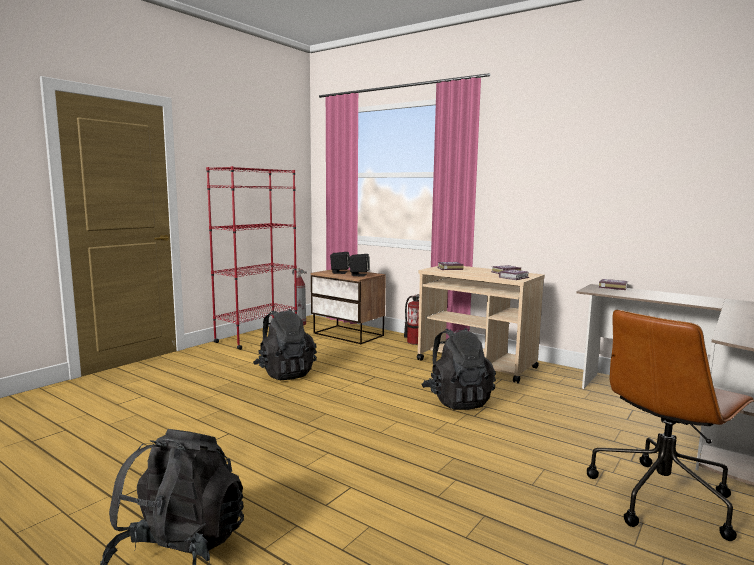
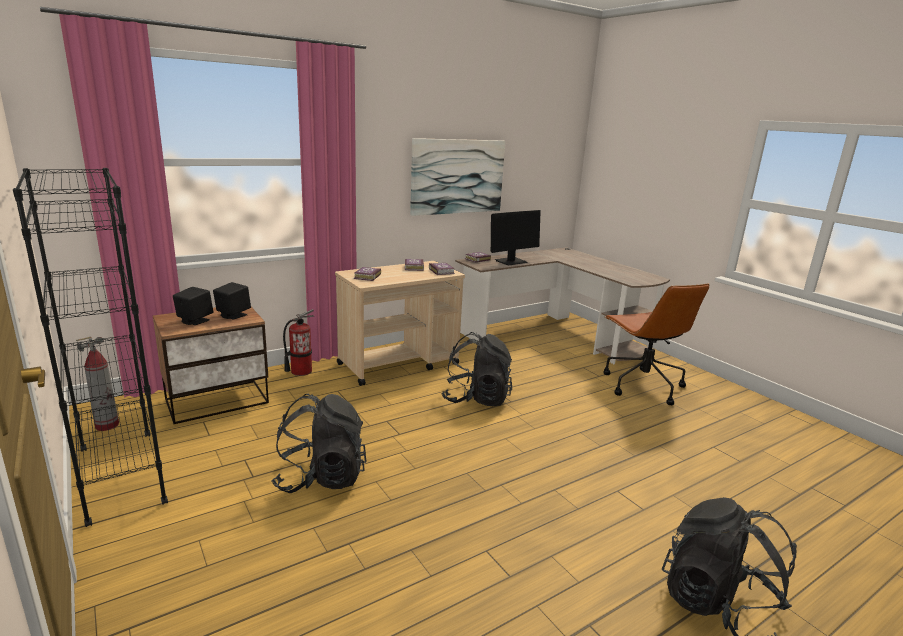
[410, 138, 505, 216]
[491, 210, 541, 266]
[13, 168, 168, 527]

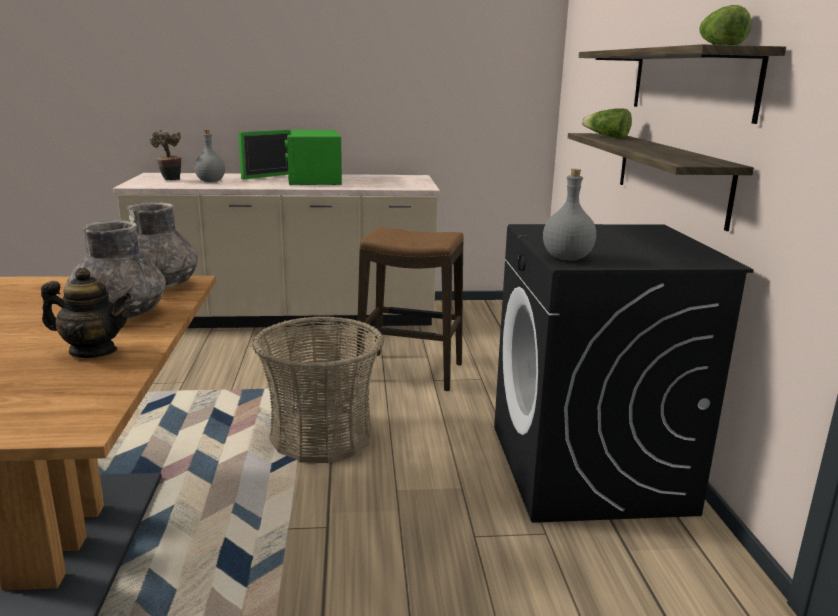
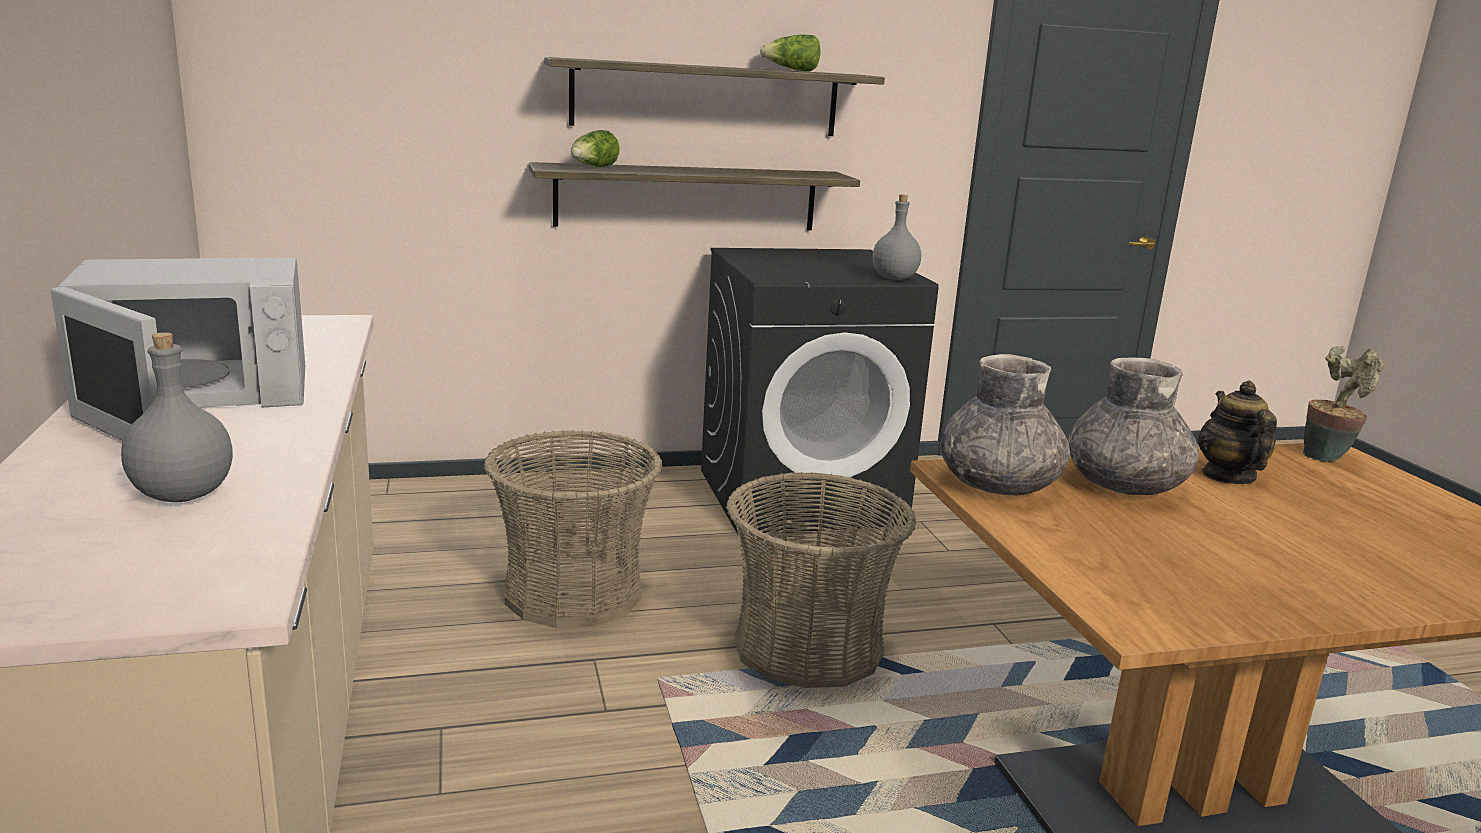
[1303, 346, 1384, 462]
[484, 429, 662, 628]
[50, 257, 305, 441]

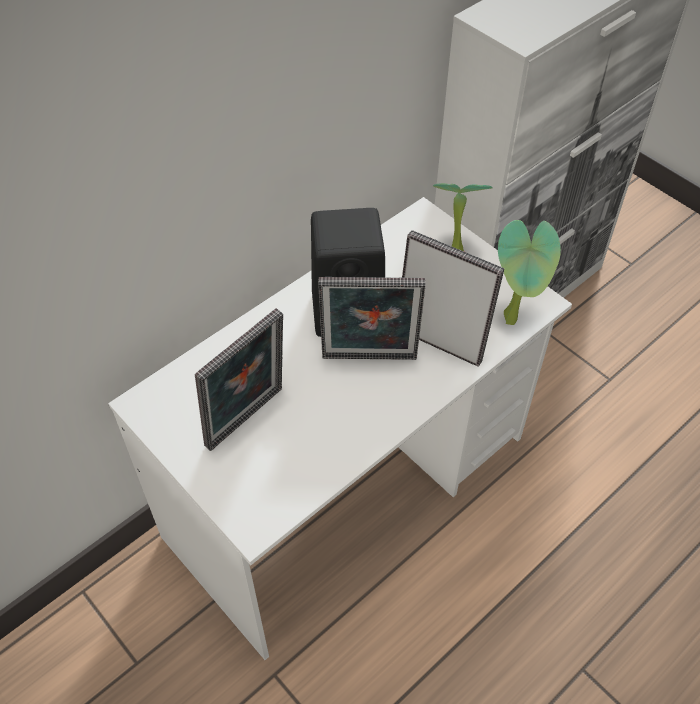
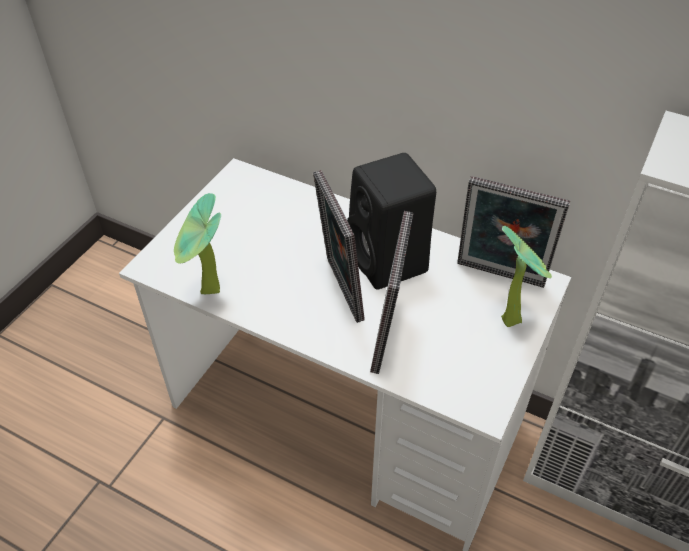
[457, 176, 570, 288]
[174, 193, 221, 294]

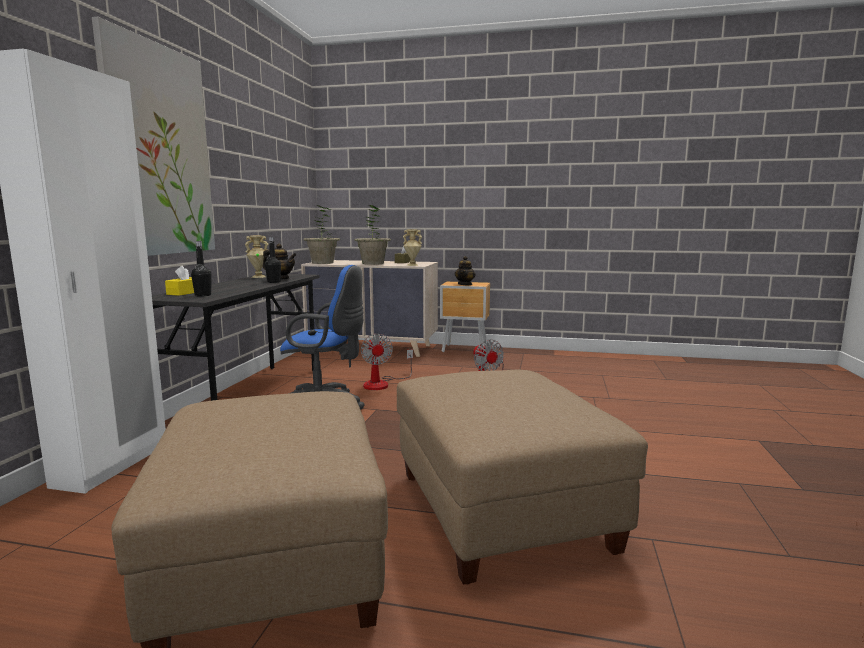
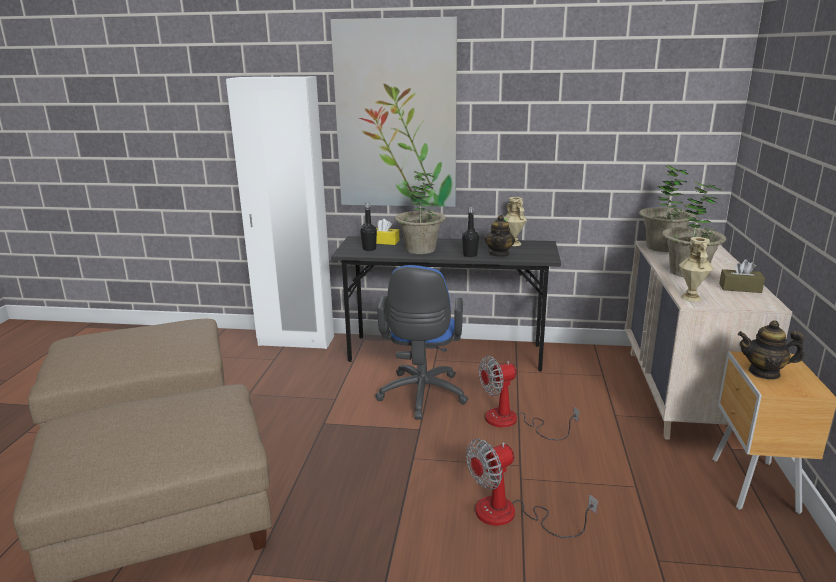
[395, 171, 446, 254]

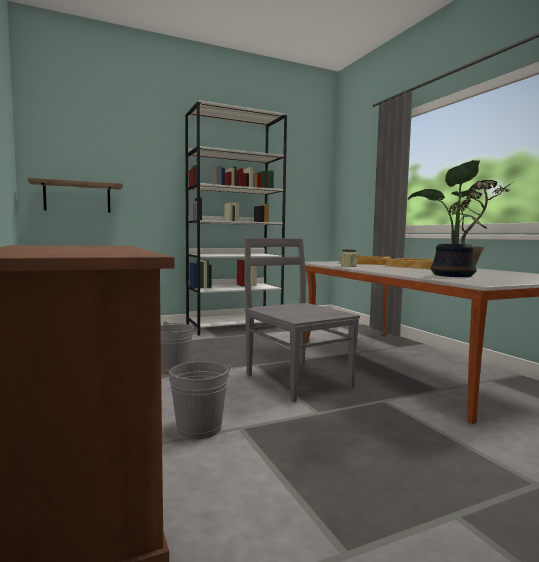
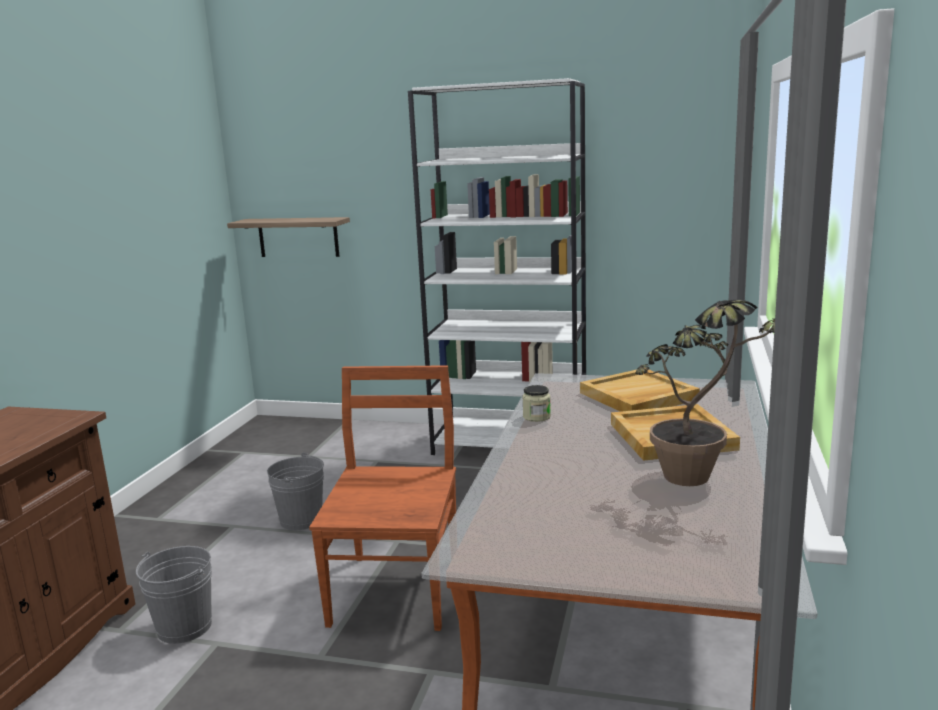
[408, 160, 487, 277] (first image)
[309, 365, 456, 631]

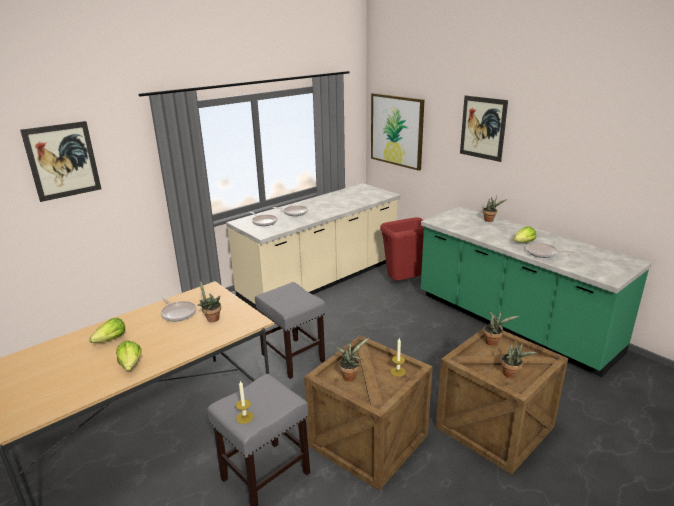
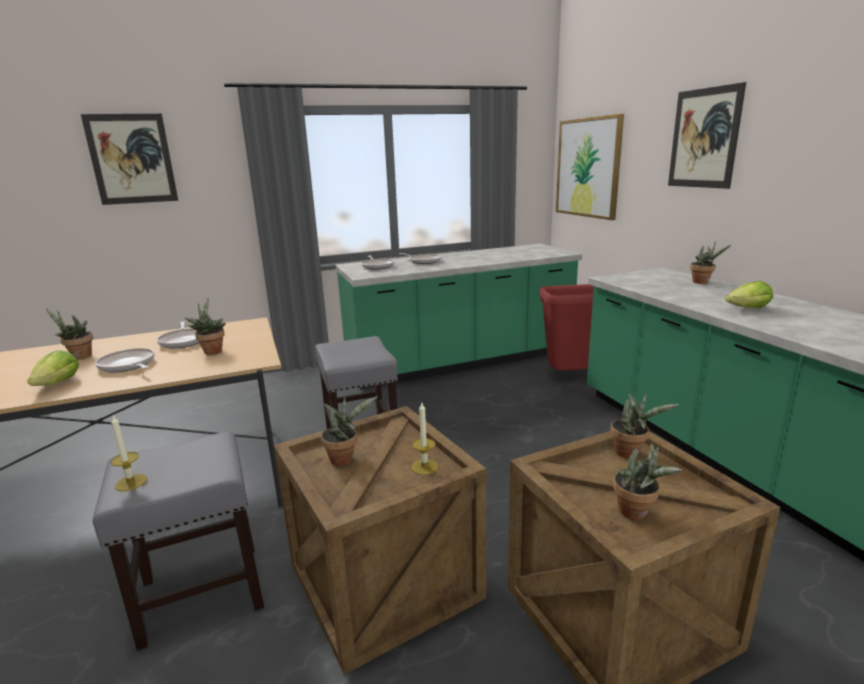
[95, 348, 155, 373]
[46, 308, 93, 359]
[335, 244, 582, 389]

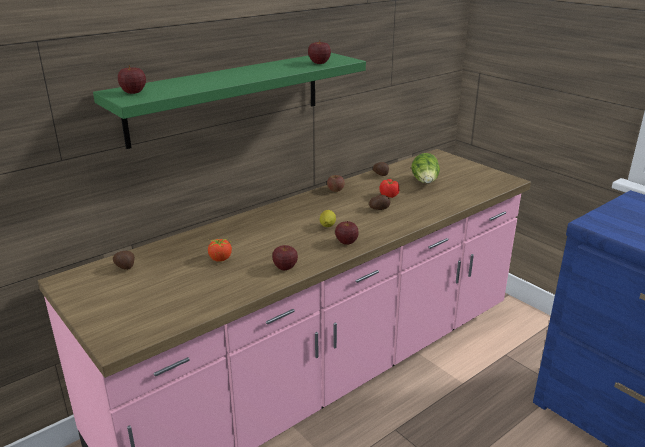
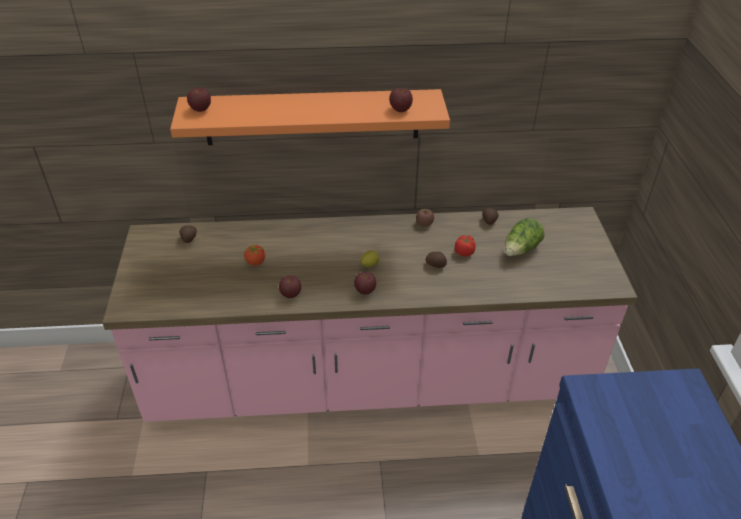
[170, 89, 450, 145]

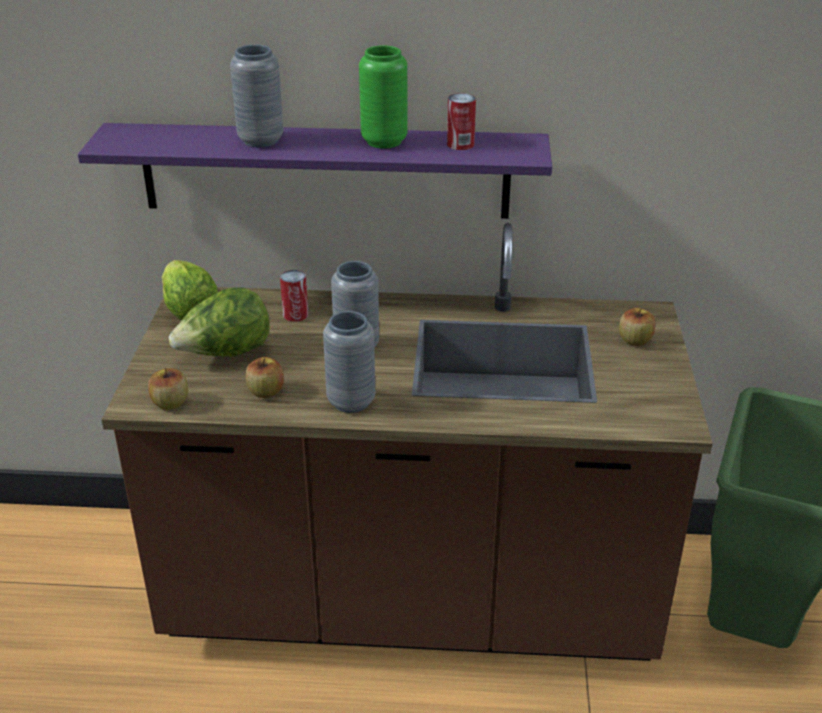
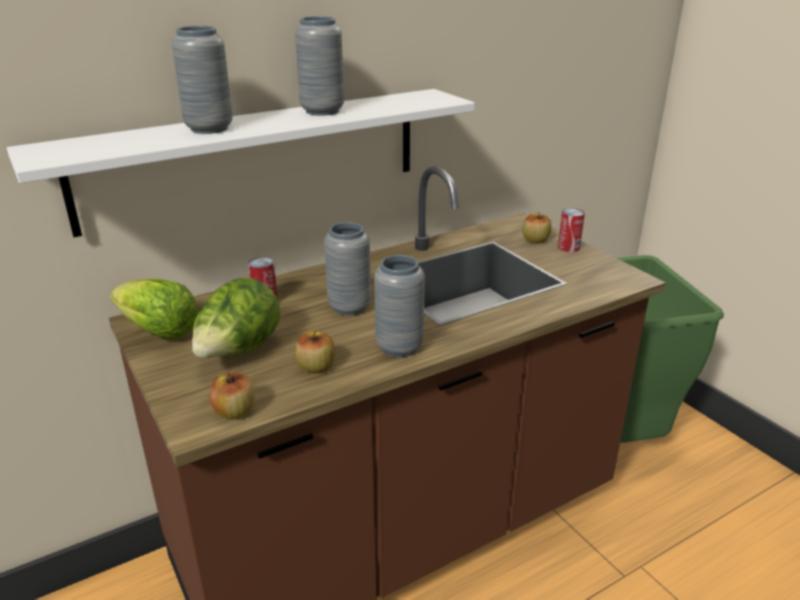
[558, 208, 585, 252]
[7, 89, 475, 237]
[295, 16, 344, 116]

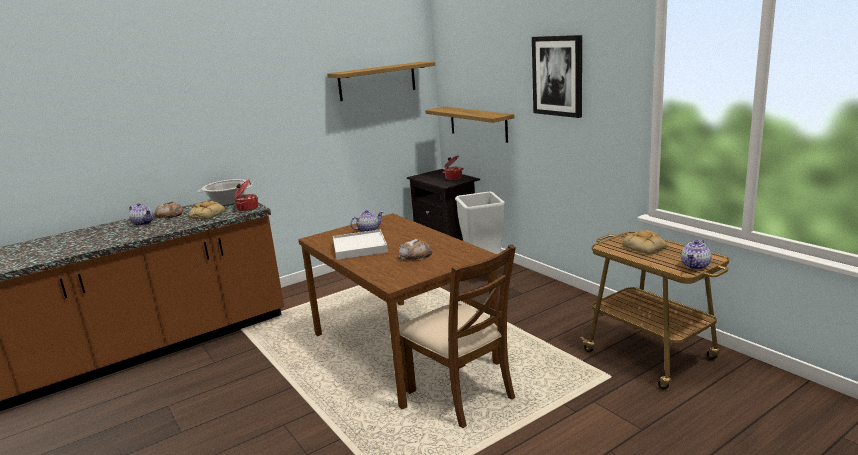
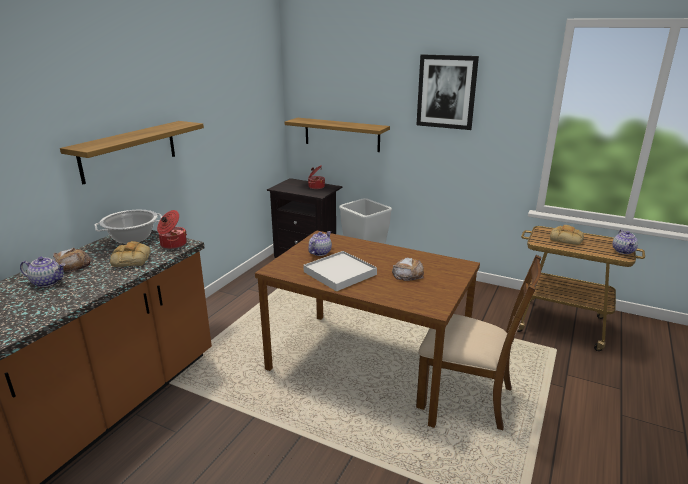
[60, 121, 204, 184]

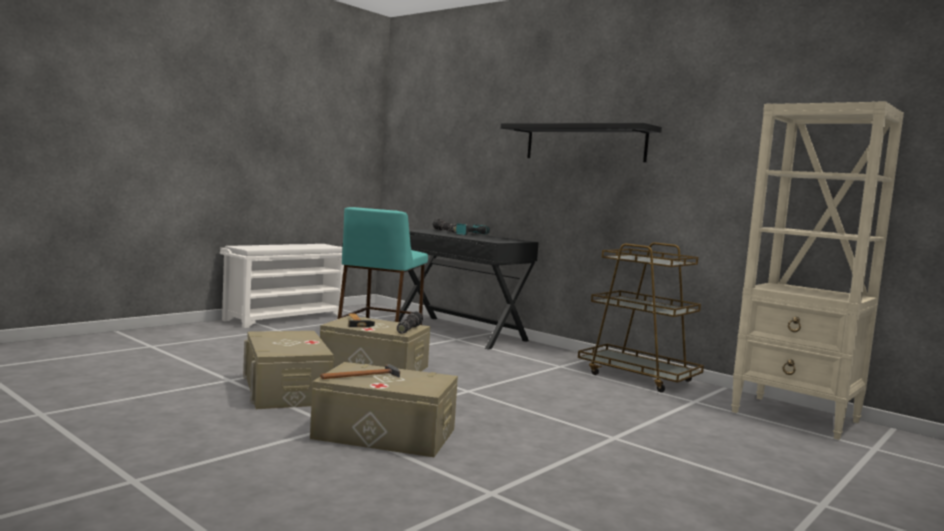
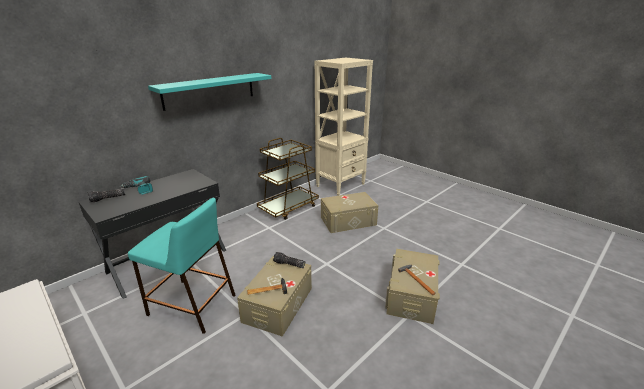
[321, 192, 378, 233]
[148, 73, 271, 111]

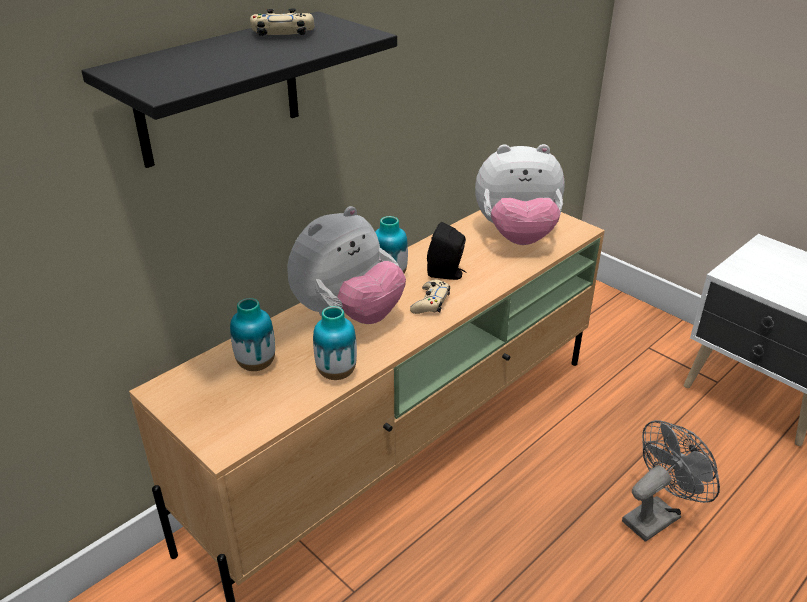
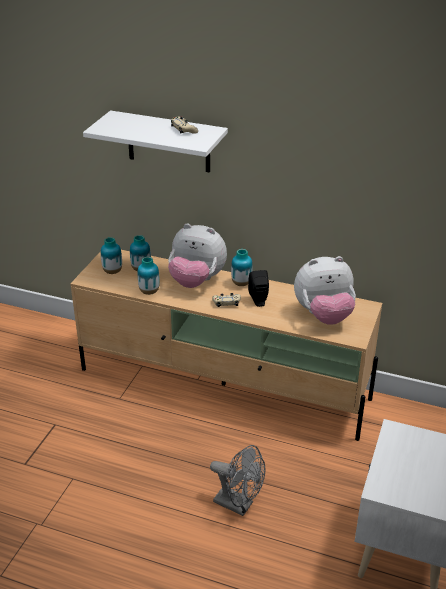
[101, 237, 122, 274]
[83, 110, 228, 172]
[294, 256, 356, 325]

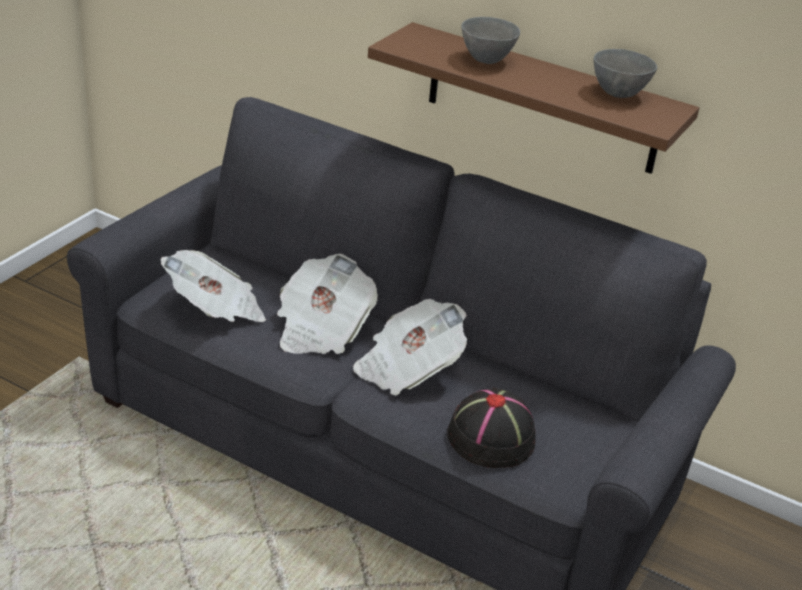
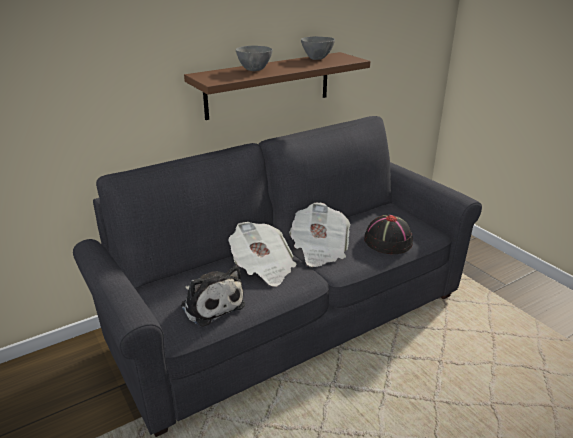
[181, 266, 245, 327]

